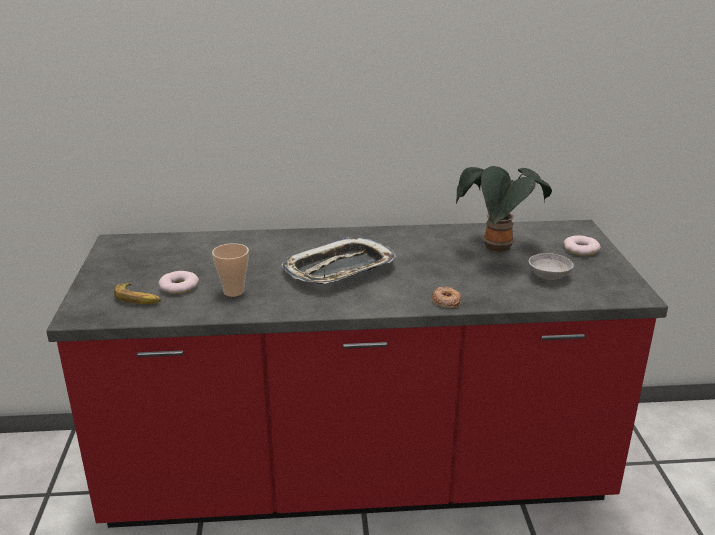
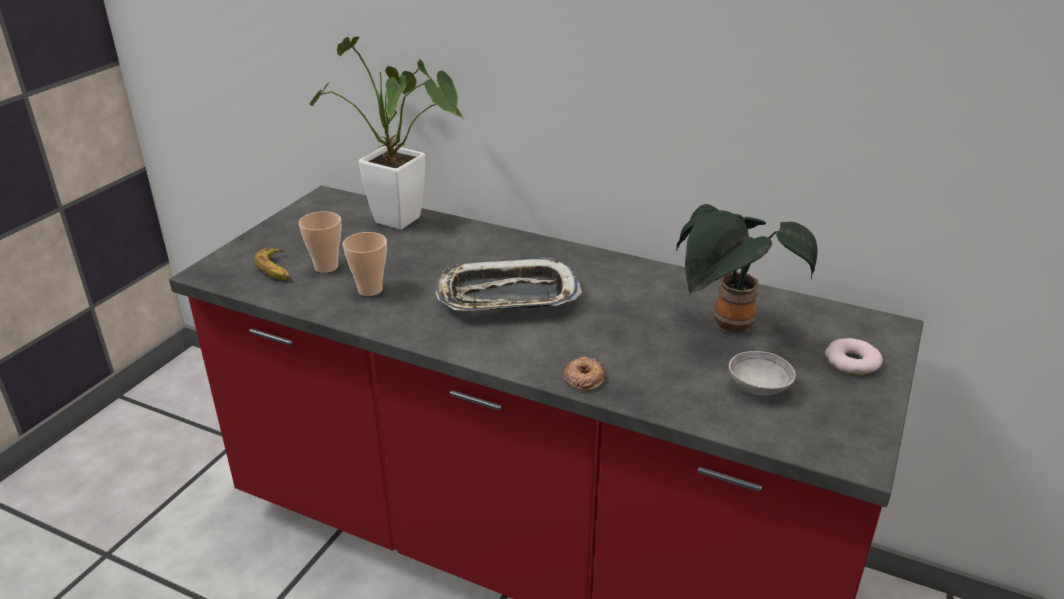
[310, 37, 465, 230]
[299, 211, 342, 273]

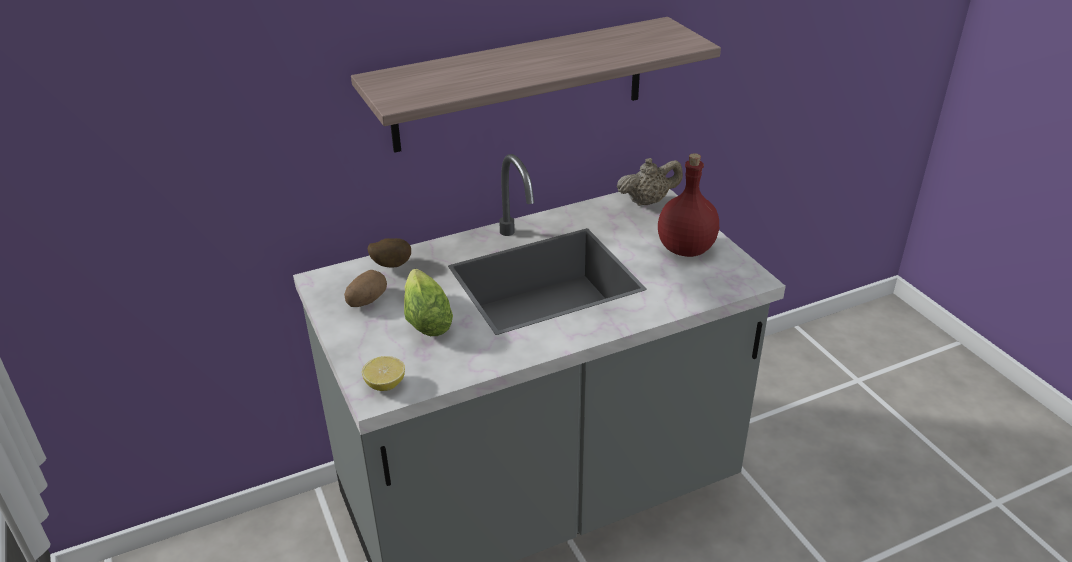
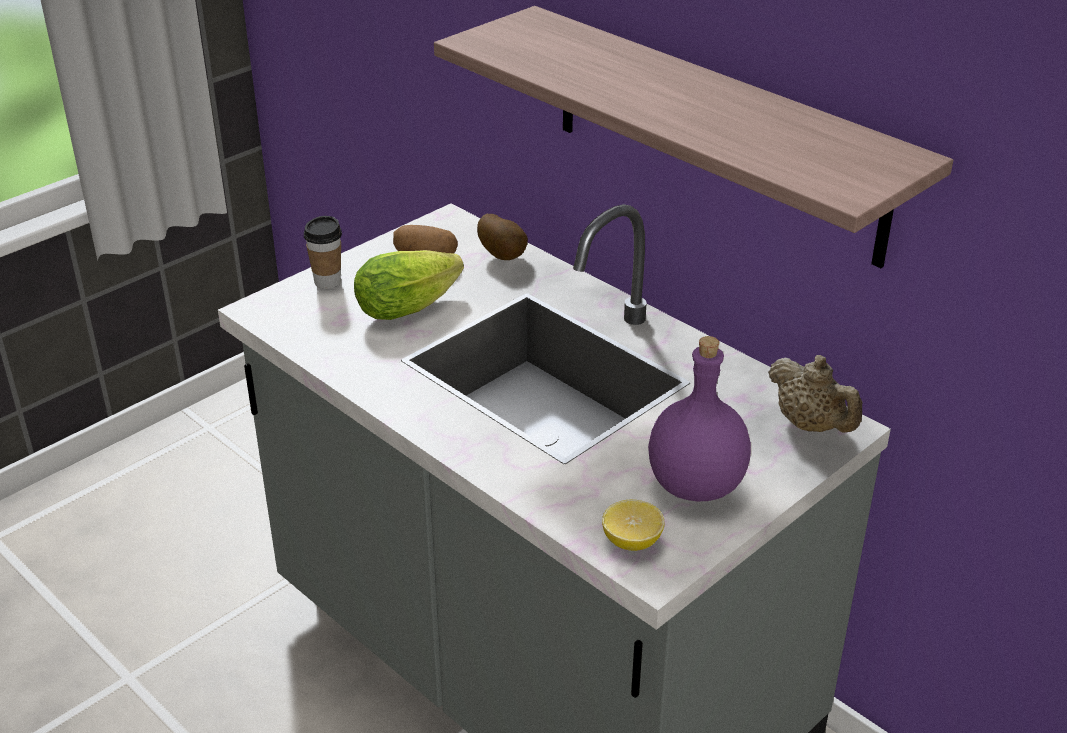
[304, 216, 342, 289]
[602, 500, 665, 551]
[648, 336, 751, 501]

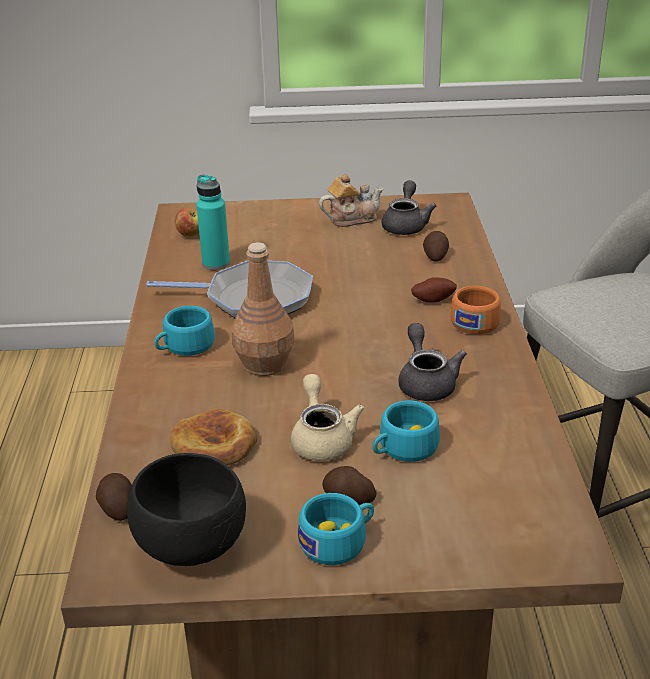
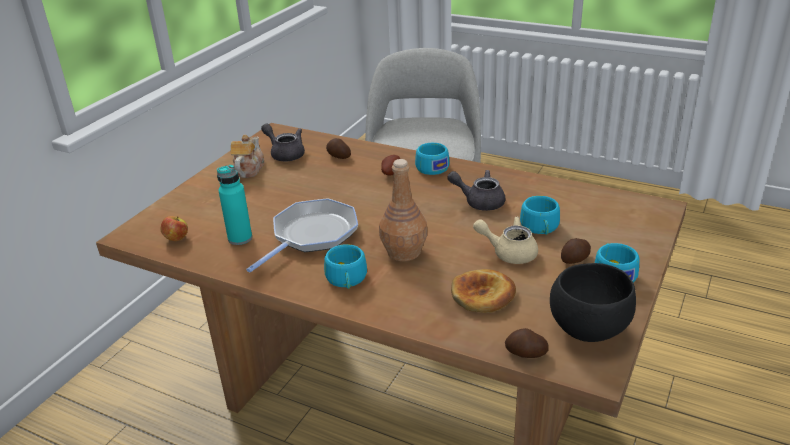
[415, 143, 449, 175]

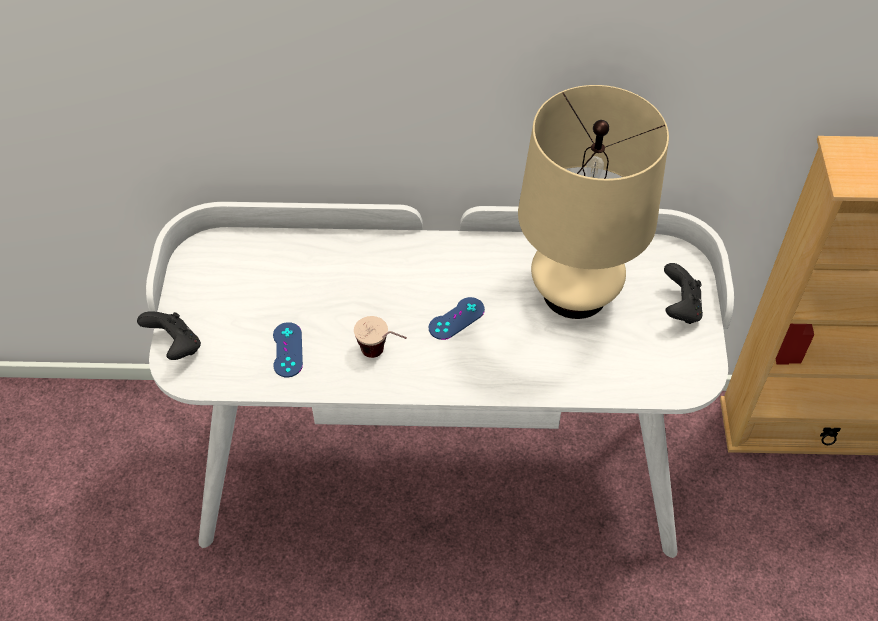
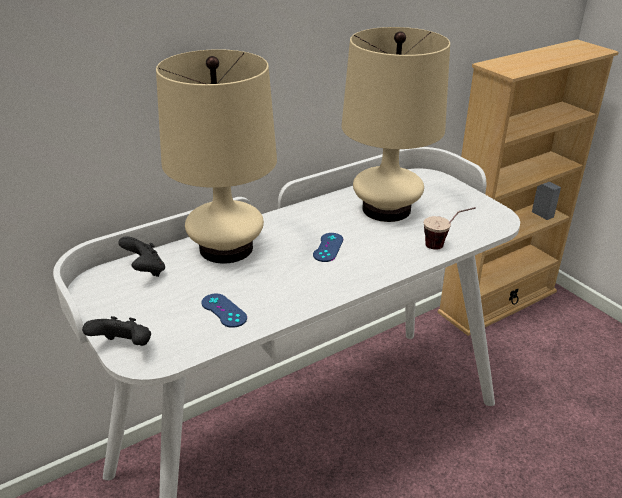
[156, 49, 277, 264]
[424, 207, 476, 250]
[118, 236, 165, 277]

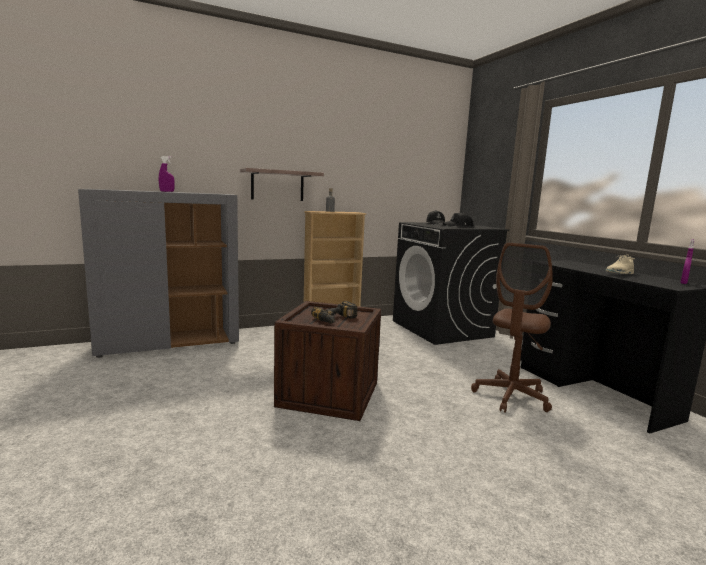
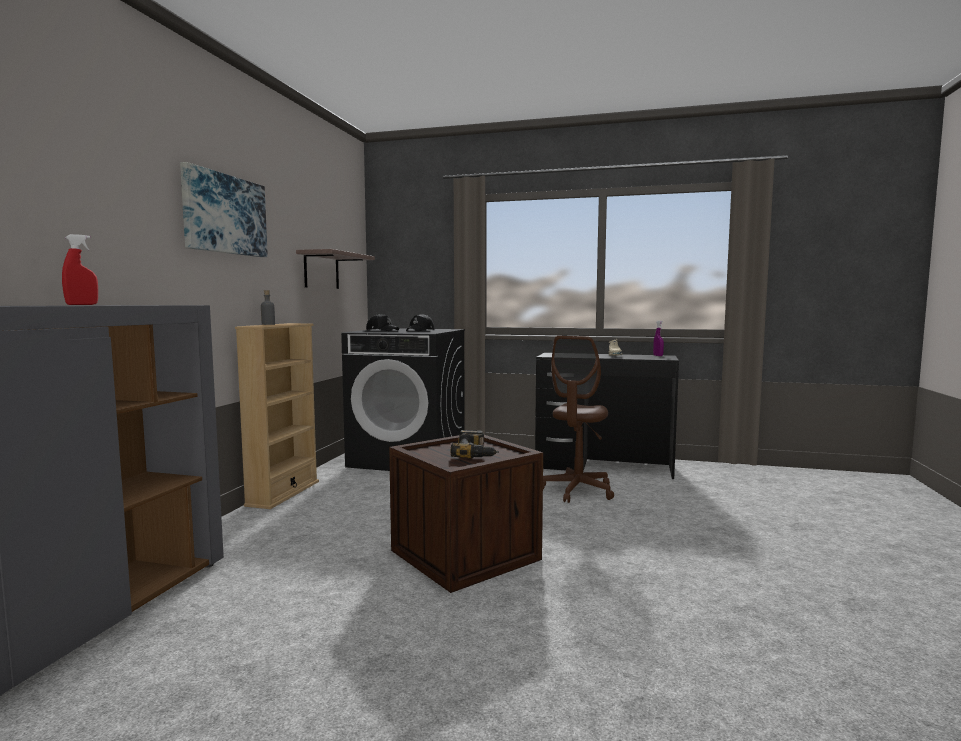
[180, 162, 268, 257]
[296, 249, 375, 289]
[62, 234, 98, 305]
[543, 336, 614, 503]

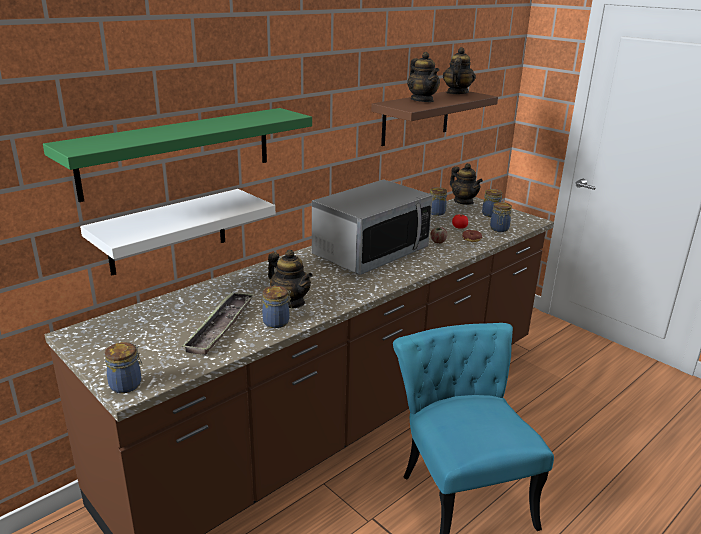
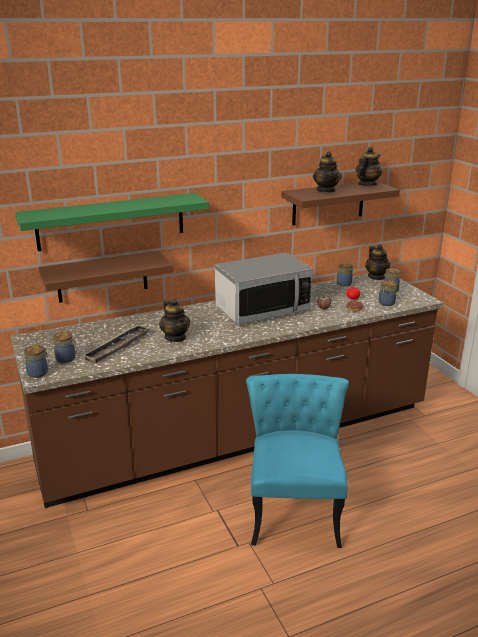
[53, 332, 77, 363]
[38, 251, 173, 303]

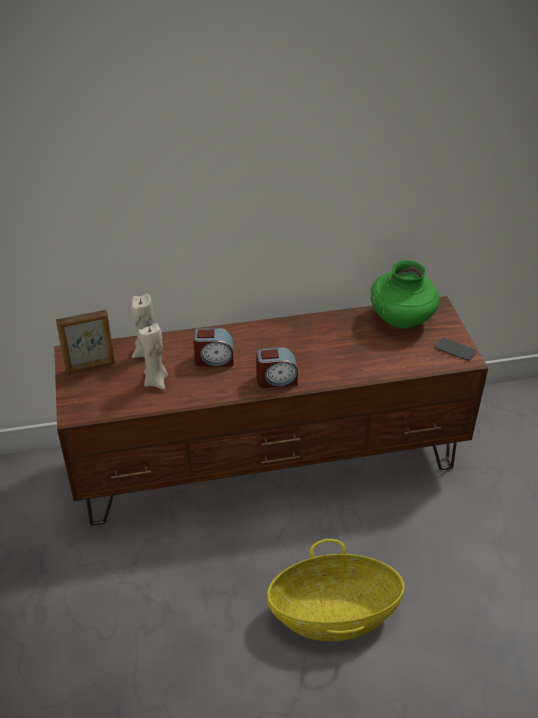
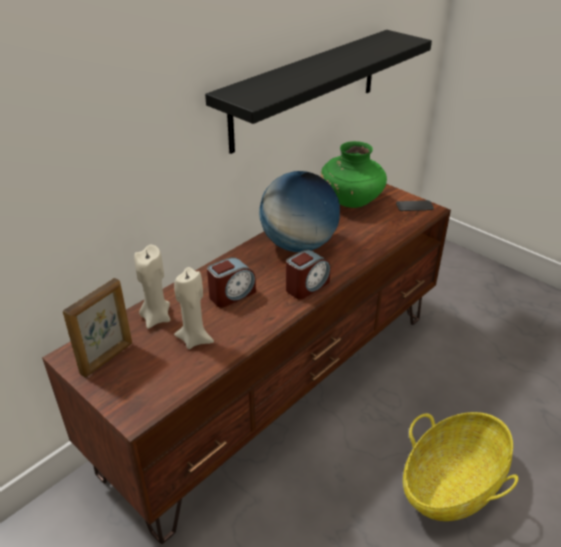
[205, 30, 432, 154]
[259, 171, 340, 252]

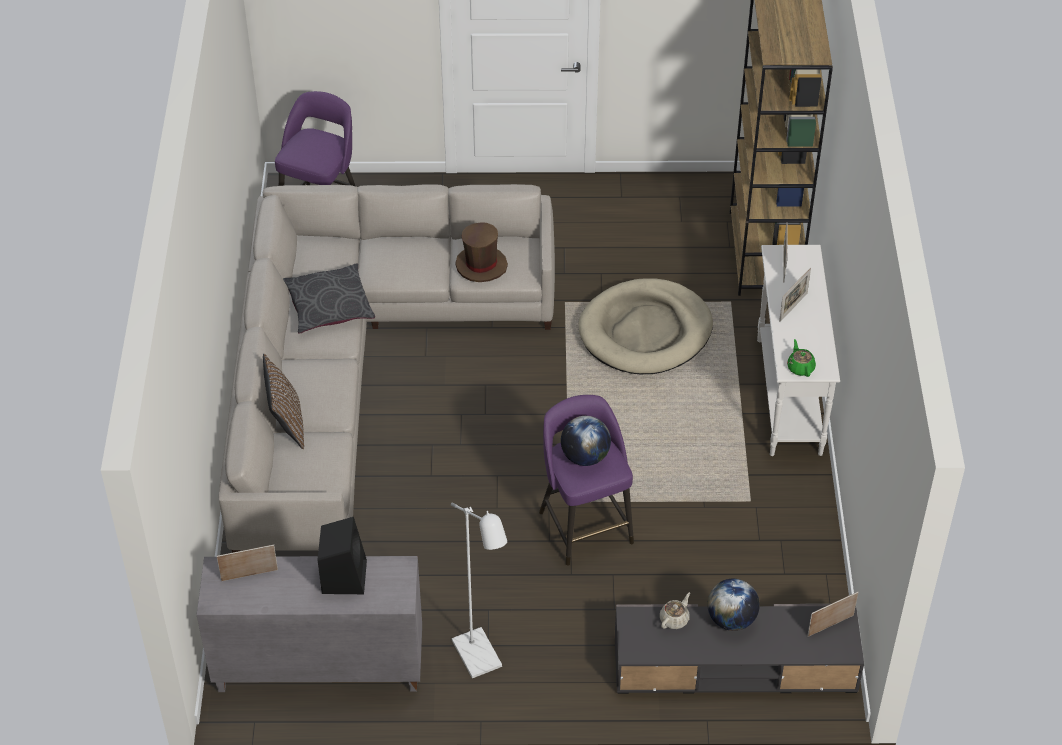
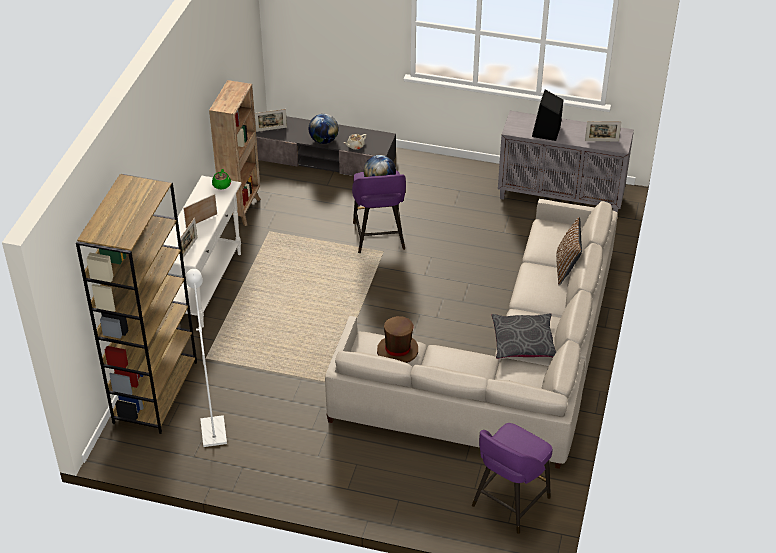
[578, 278, 713, 374] (first image)
[209, 80, 261, 226]
[186, 269, 227, 447]

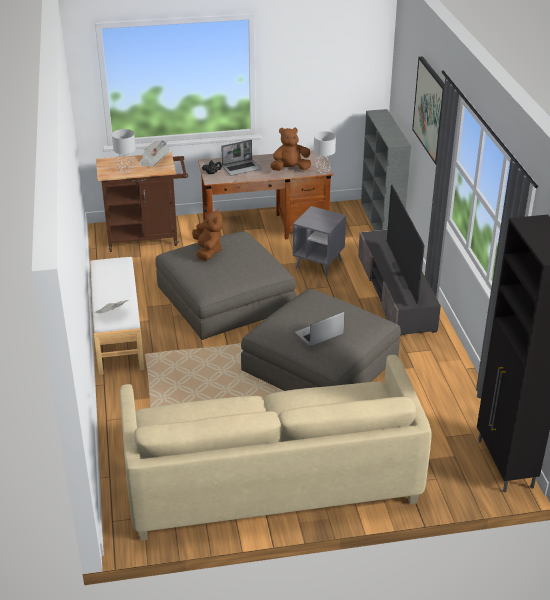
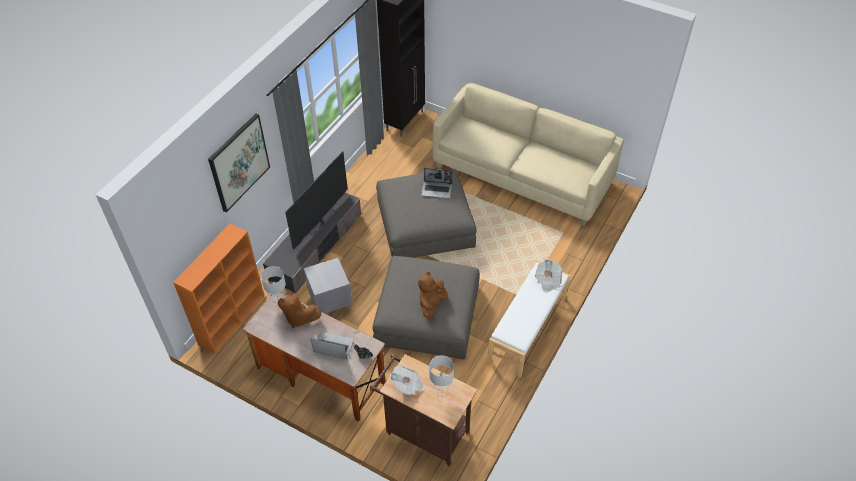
[173, 224, 264, 354]

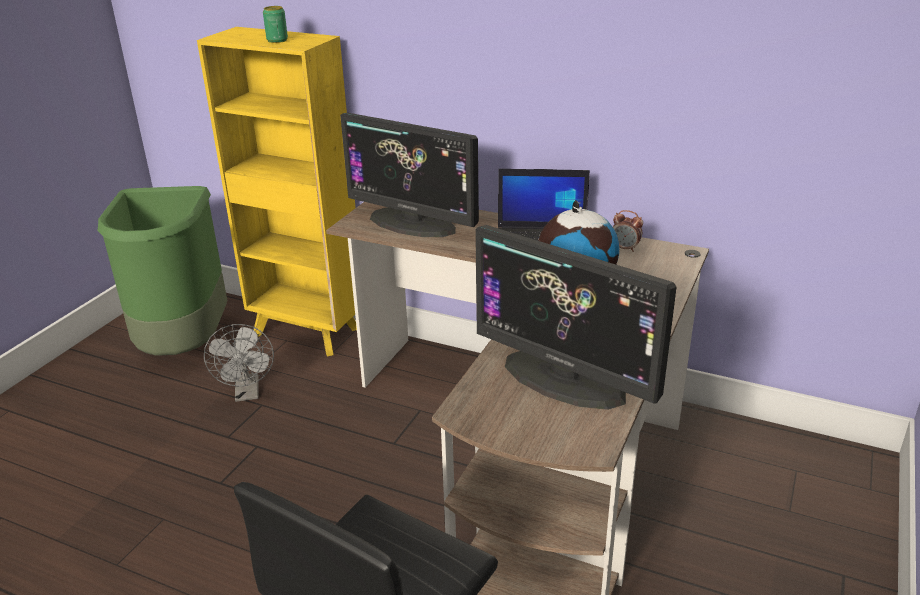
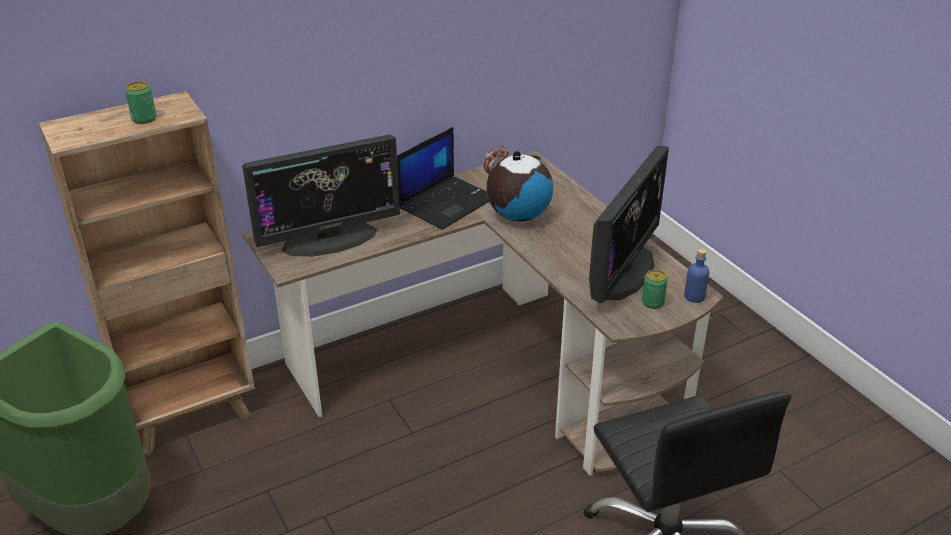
[204, 324, 274, 402] (first image)
[642, 270, 668, 309]
[684, 248, 710, 303]
[39, 91, 255, 455]
[589, 146, 669, 303]

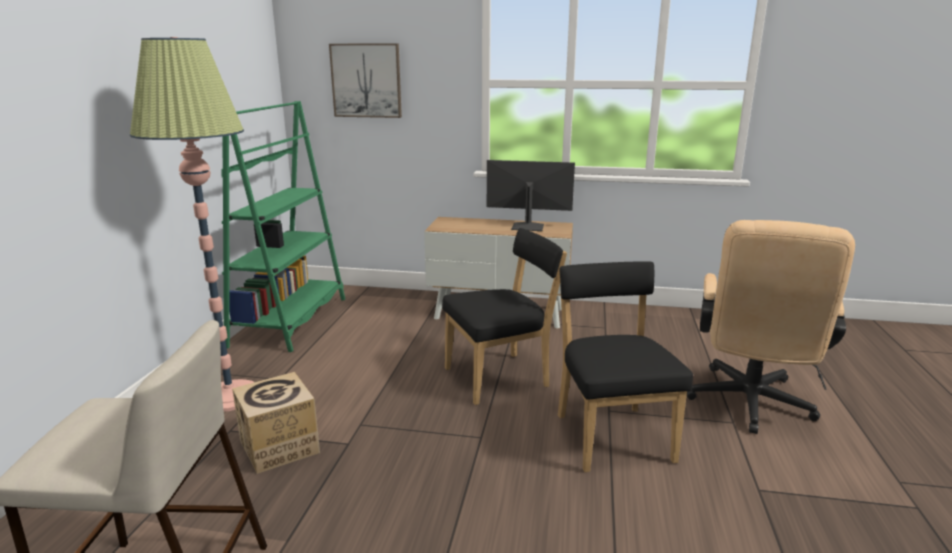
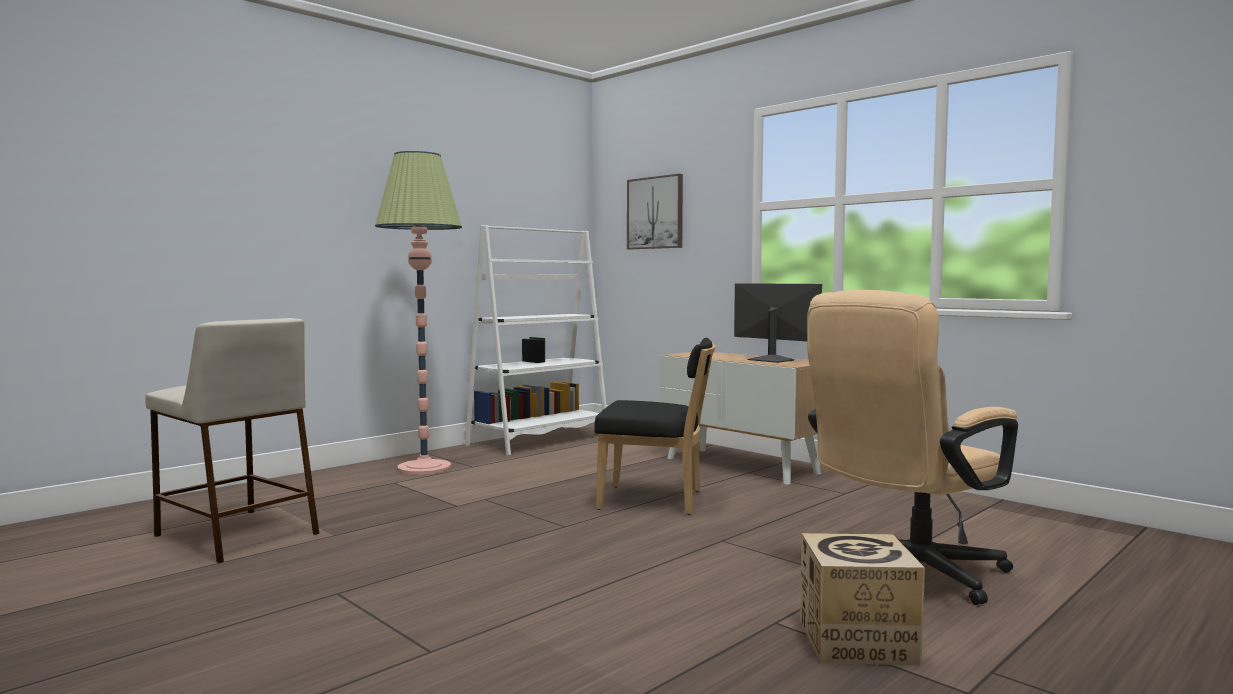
[558, 261, 693, 472] (first image)
[800, 533, 925, 666]
[465, 225, 607, 455]

